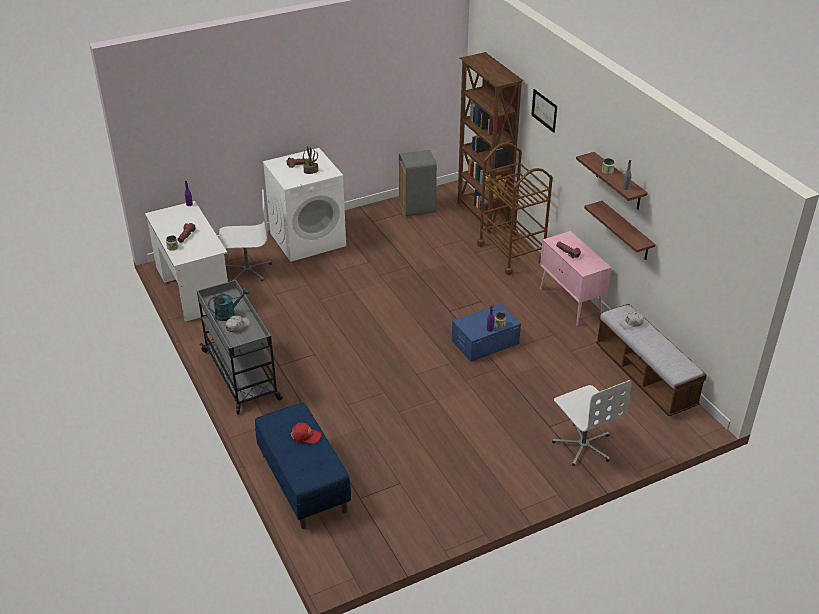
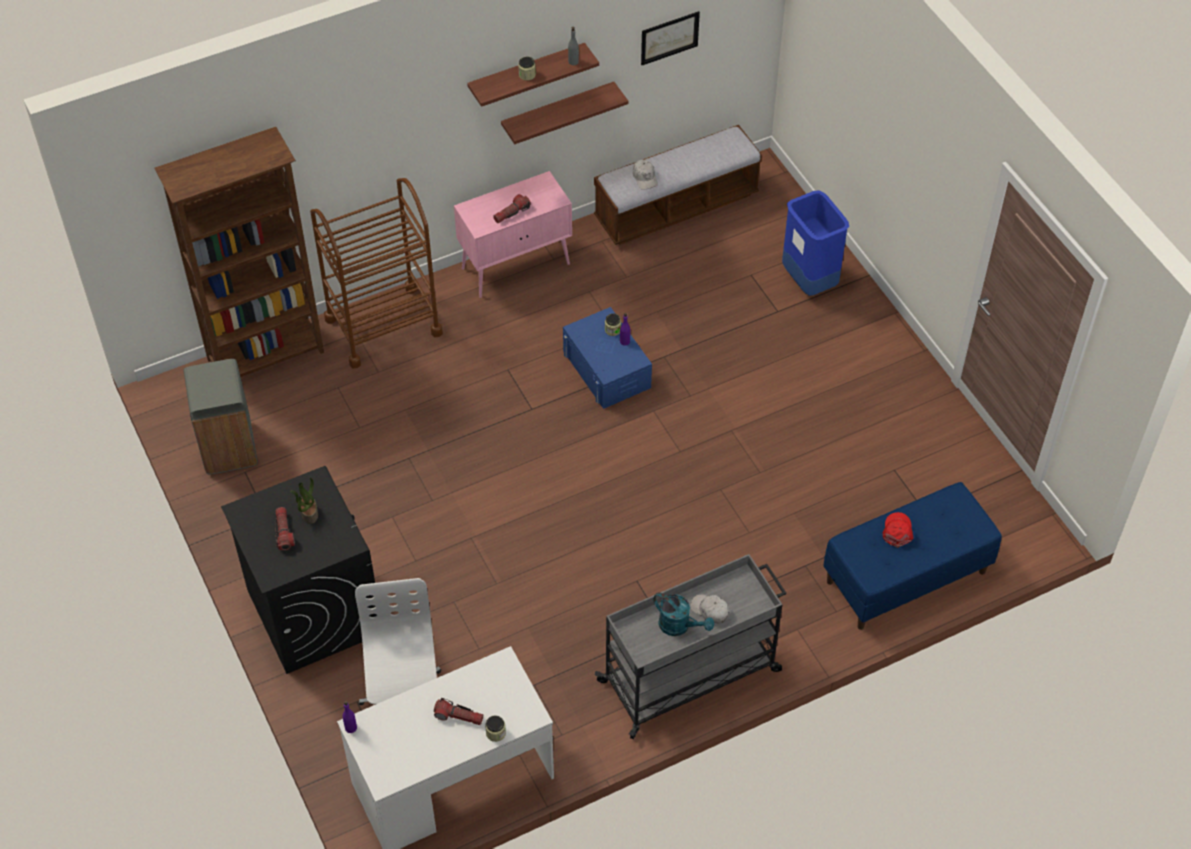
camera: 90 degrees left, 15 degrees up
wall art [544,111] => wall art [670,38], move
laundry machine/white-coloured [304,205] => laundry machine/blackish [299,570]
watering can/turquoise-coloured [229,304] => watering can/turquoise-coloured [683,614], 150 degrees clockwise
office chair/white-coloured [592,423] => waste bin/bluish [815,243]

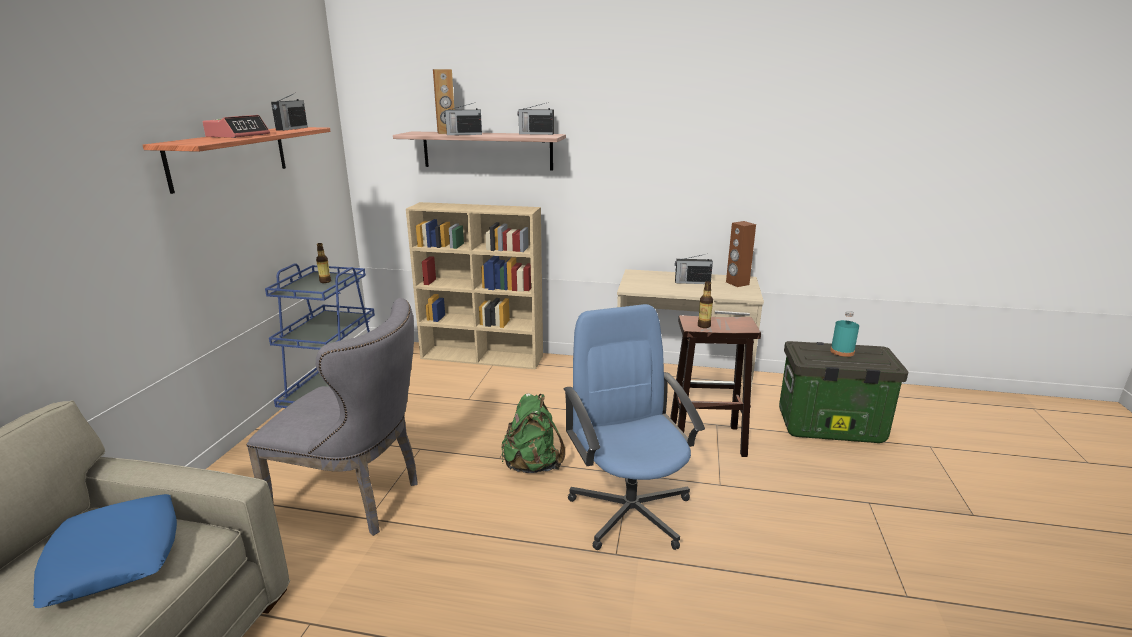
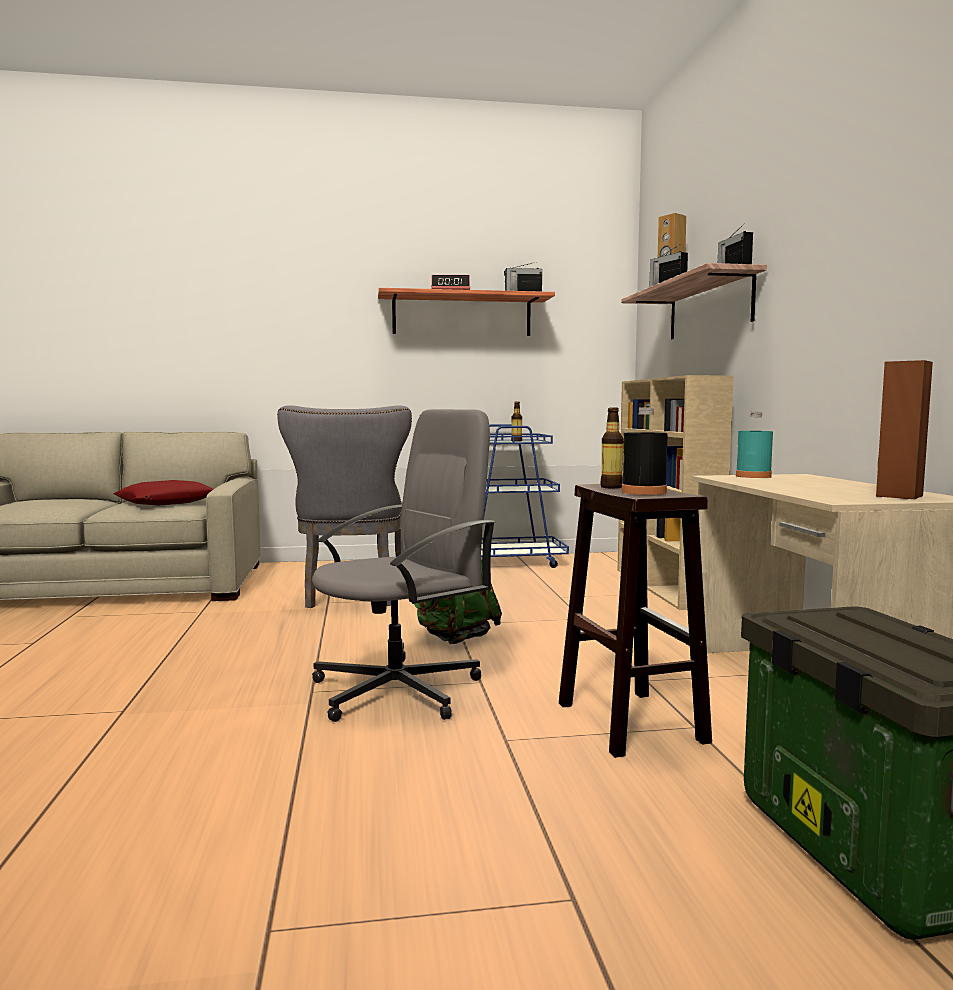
camera: 70 degrees right, 15 degrees down
radio [694,269] => nothing
office chair/bluish [634,427] => office chair/gray [404,565]
drink bottle/turquoise-coloured [844,334] => drink bottle/turquoise-coloured [754,445], move
pillow/bluish [105,551] => pillow/red-coloured [163,493]
nothing => drink bottle/blackish [645,451]

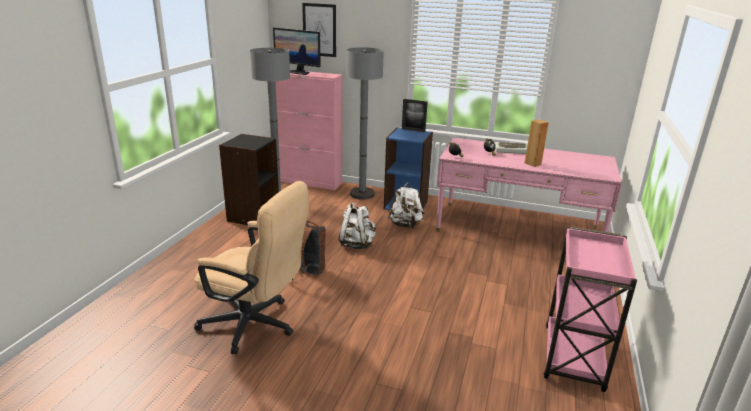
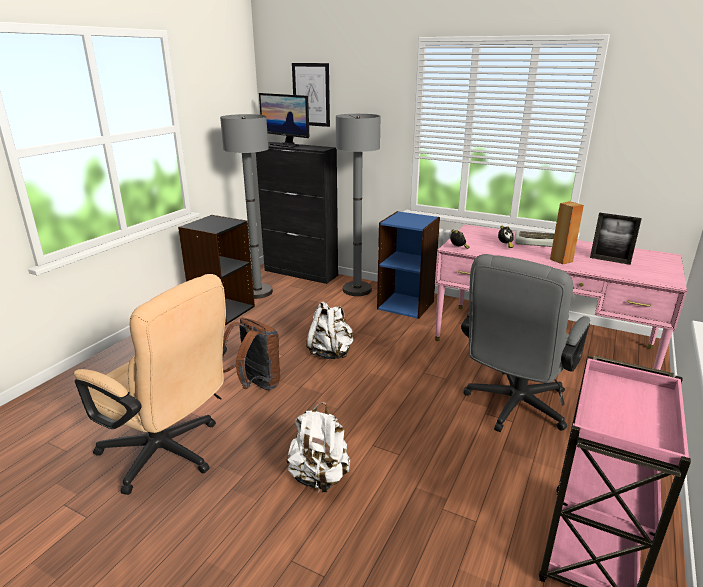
camera: 10 degrees right, 0 degrees up
cupboard/pink-coloured [309,130] => cupboard/blackish [297,213]
standing frame [415,115] => standing frame [616,239], move
knapsack/white-coloured [406,205] => knapsack/white-coloured [318,448], move
nothing => office chair/gray [525,343]

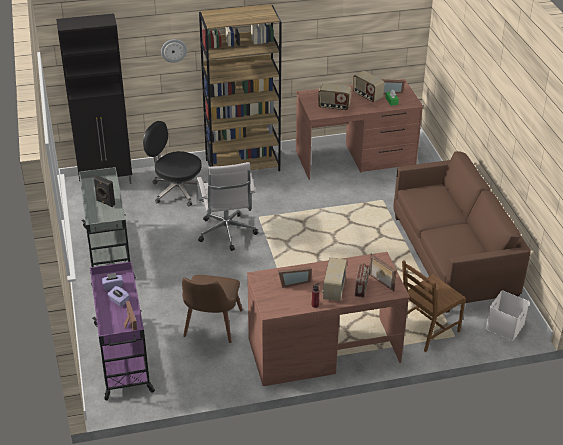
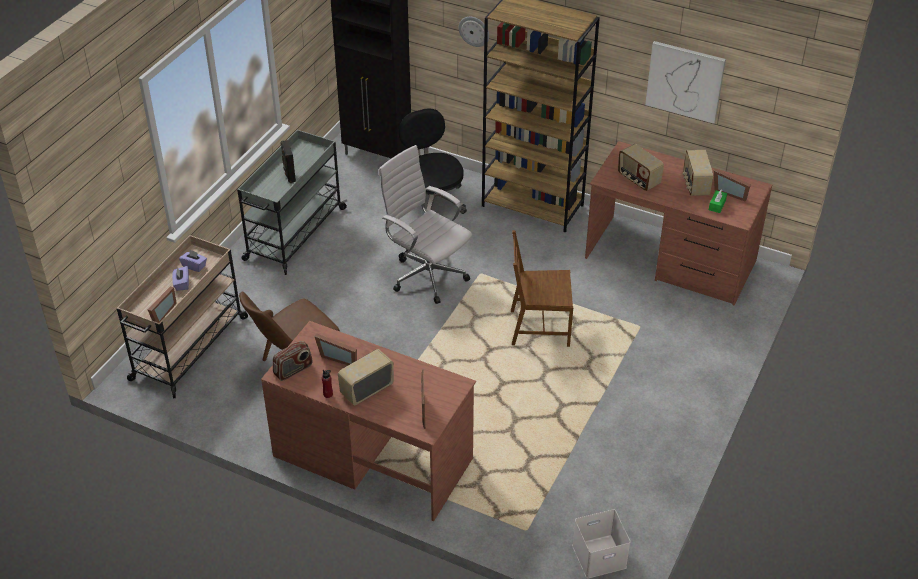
camera: 40 degrees right, 5 degrees up
couch/brownish [462,232] => nothing
office chair/white-coloured [227,206] => office chair/white-coloured [425,224], 105 degrees clockwise
plain chair/brownish [434,306] => plain chair/brownish [542,288], move
wheeled cart/purplish [122,331] => wheeled cart/beige-coloured [182,316]
radio [362,280] => radio [293,361], move
nothing => wall art [685,82]

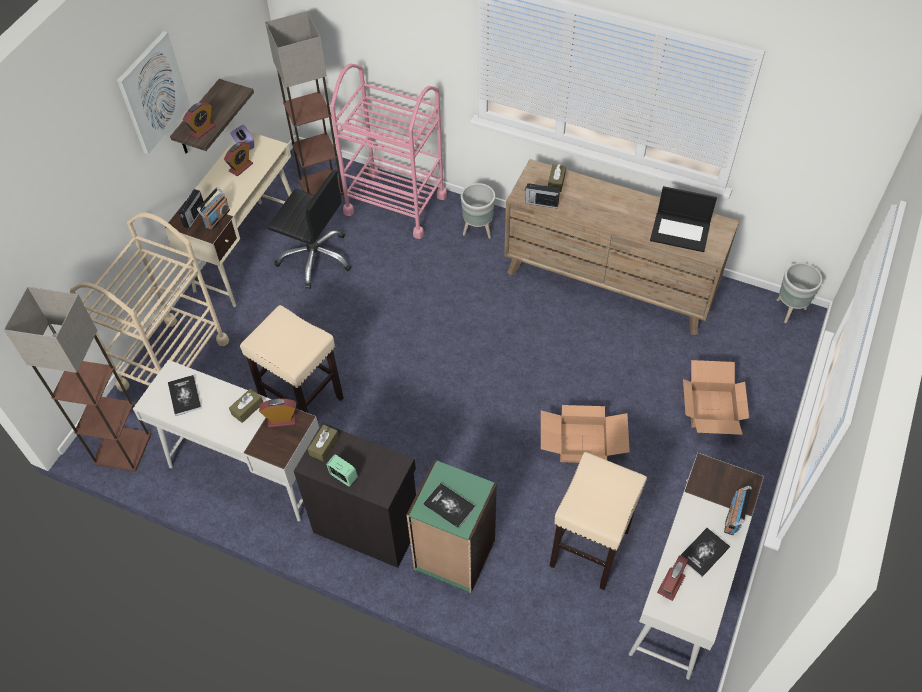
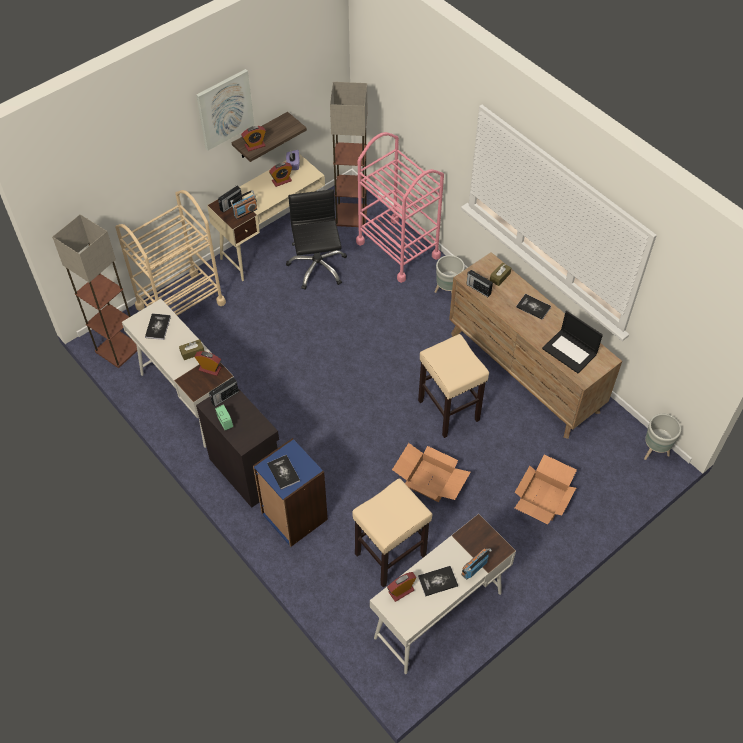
camera: 25 degrees right, 0 degrees up
office chair/blackish [309,229] => office chair/blackish [316,239], 150 degrees counterclockwise
stool/beige-coloured [292,359] => stool/beige-coloured [453,386], move
box of tissues/brownish [323,443] => radio [224,391]
shelving unit/green [451,526] => shelving unit/bluish [290,492]
nothing => book [533,307]

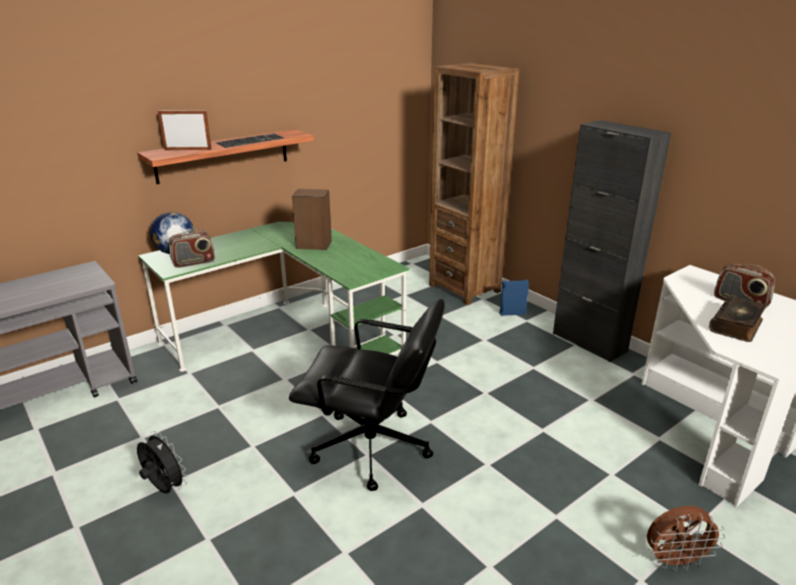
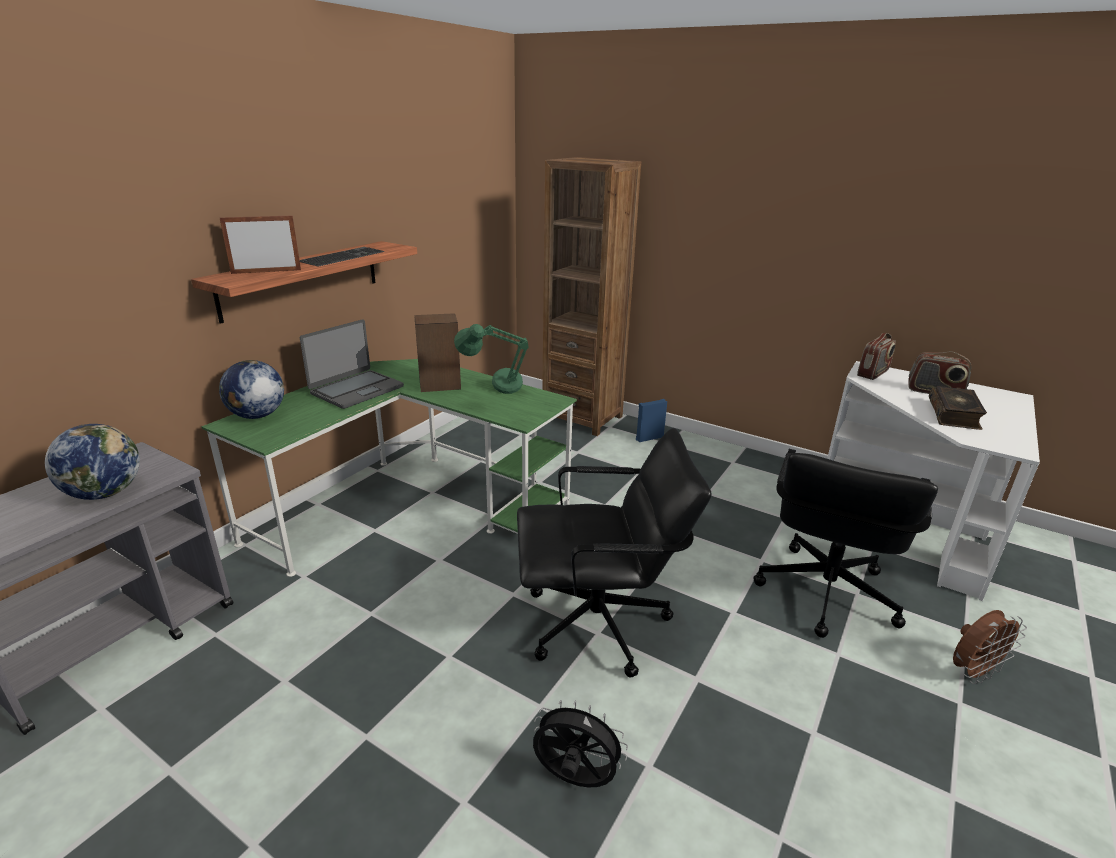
camera: 20 degrees left, 0 degrees up
cupboard/blackish [612,241] => nothing
radio [192,248] => radio [876,356], move
cooling fan/blackish [162,462] => cooling fan/blackish [580,744], move
nothing => notebook computer [352,364]
nothing => tabletop lamp/green [491,359]
nothing => world globe [92,462]
nothing => office chair/blackish [846,543]

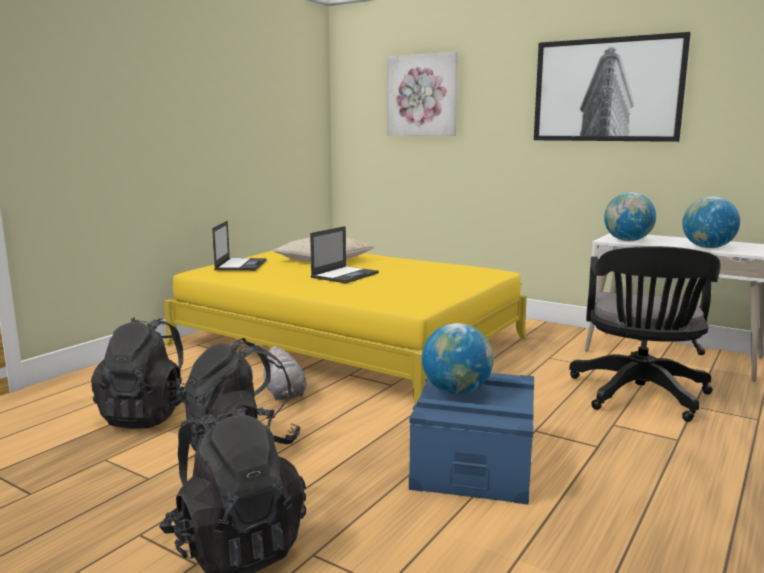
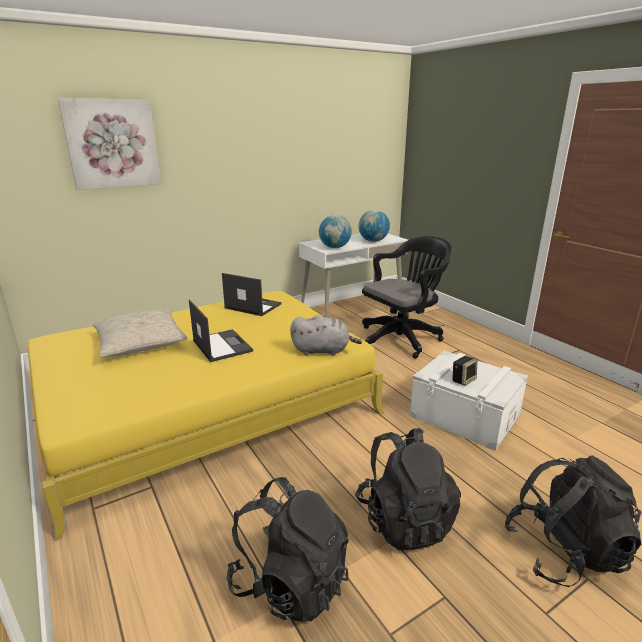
camera: 65 degrees left, 10 degrees up
wall art [612,87] => nothing
notebook computer [239,246] => notebook computer [252,294], move
office chair/blackish [644,334] => office chair/blackish [406,297], 75 degrees counterclockwise
world globe [457,359] => audio speaker [465,371]
plush toy/gray [285,373] => plush toy/gray [326,335], move
storage container/bluish [471,439] => storage container/white-coloured [468,401]

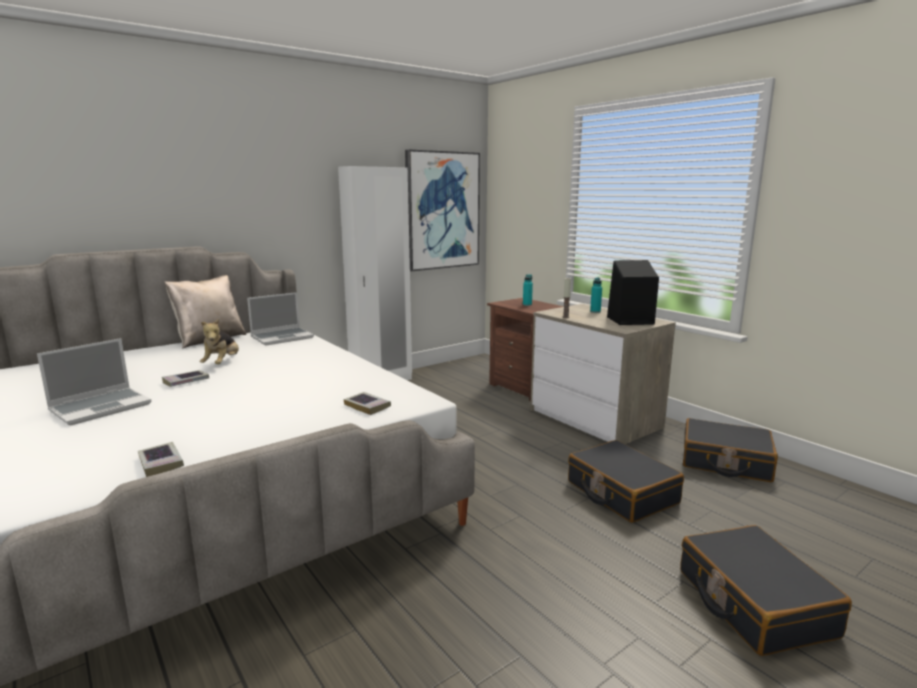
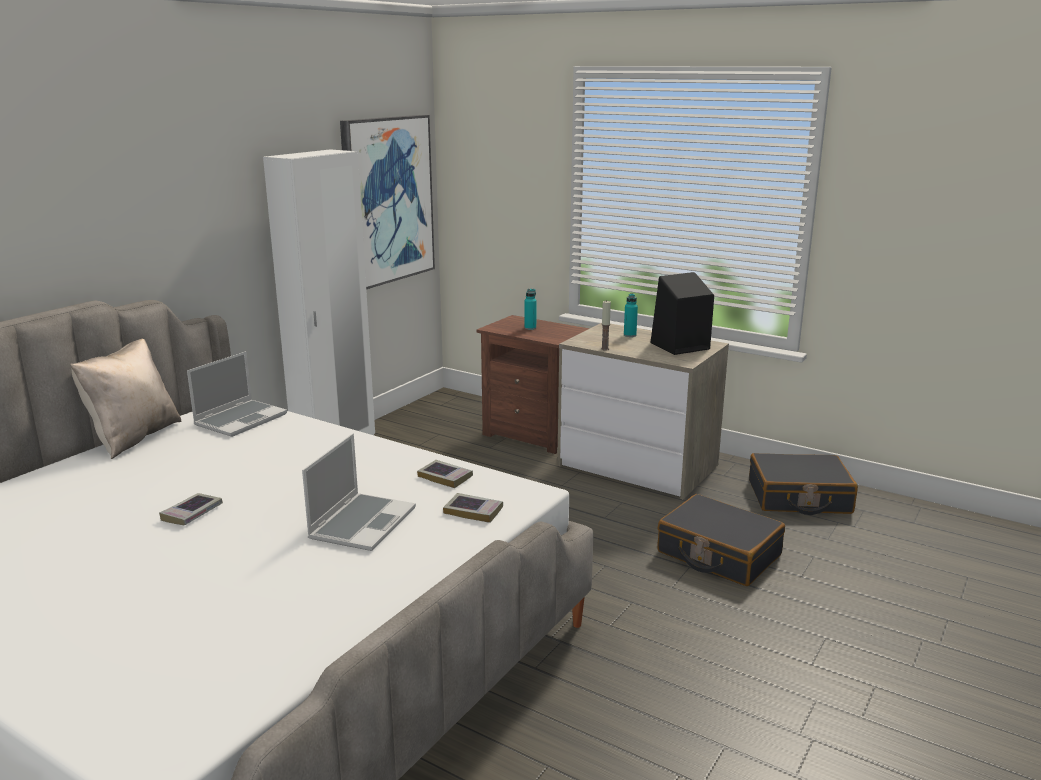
camera: 20 degrees left, 5 degrees up
plush toy [219,341] => nothing
notebook computer [94,381] => notebook computer [359,492], move
book [161,459] => book [445,474], move
travel case/blackish [766,590] => nothing

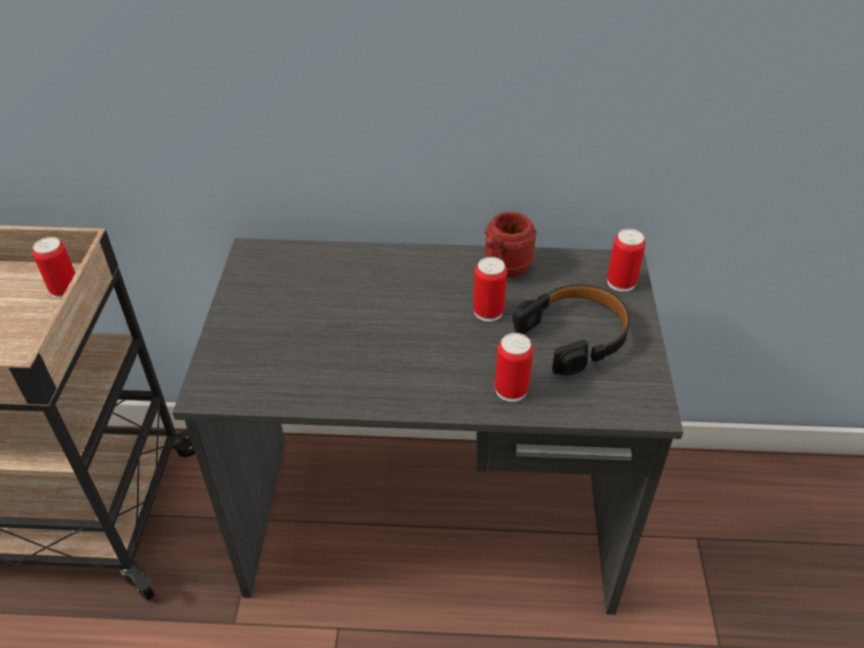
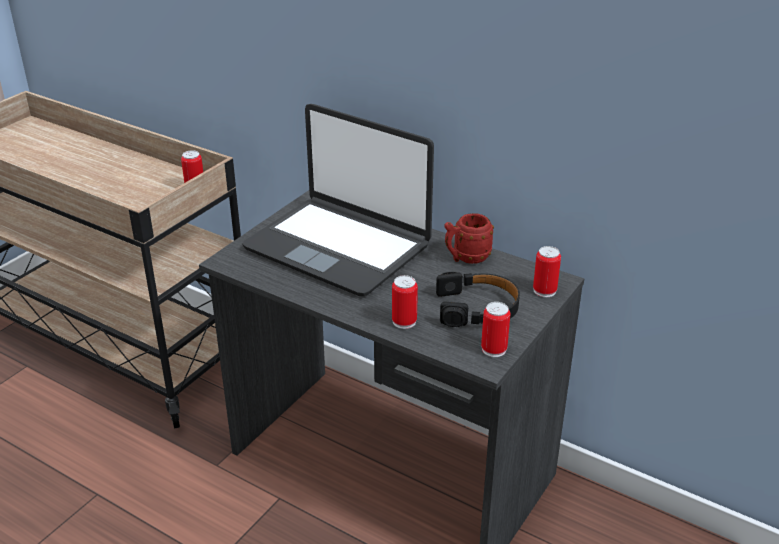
camera: 30 degrees right, 10 degrees down
sealed can [490,289] => sealed can [495,329], move
nothing => notebook computer [338,200]

